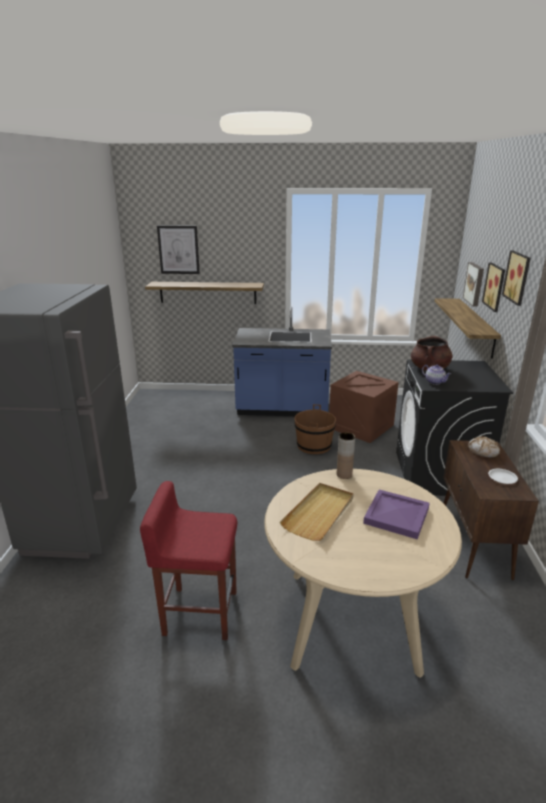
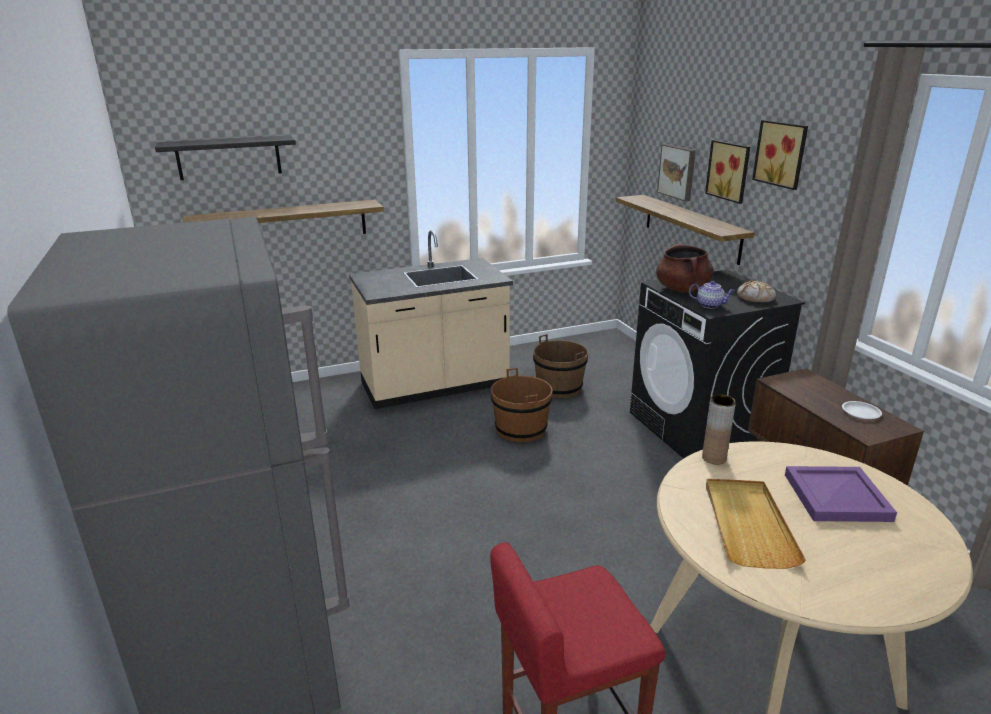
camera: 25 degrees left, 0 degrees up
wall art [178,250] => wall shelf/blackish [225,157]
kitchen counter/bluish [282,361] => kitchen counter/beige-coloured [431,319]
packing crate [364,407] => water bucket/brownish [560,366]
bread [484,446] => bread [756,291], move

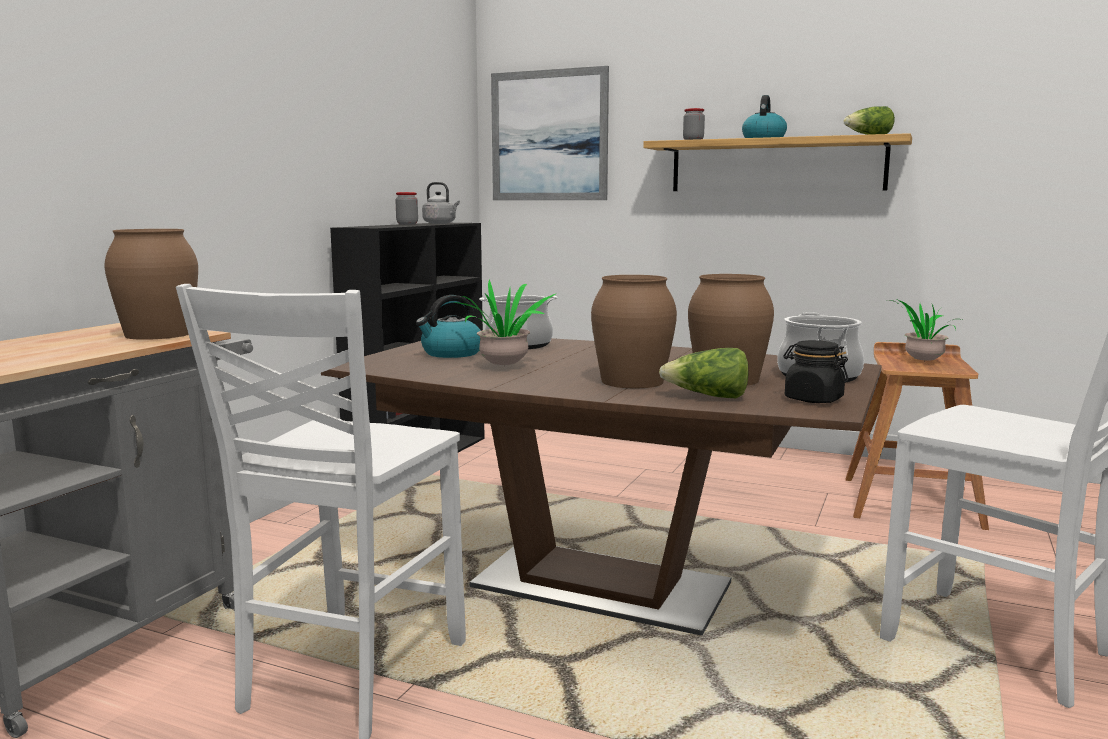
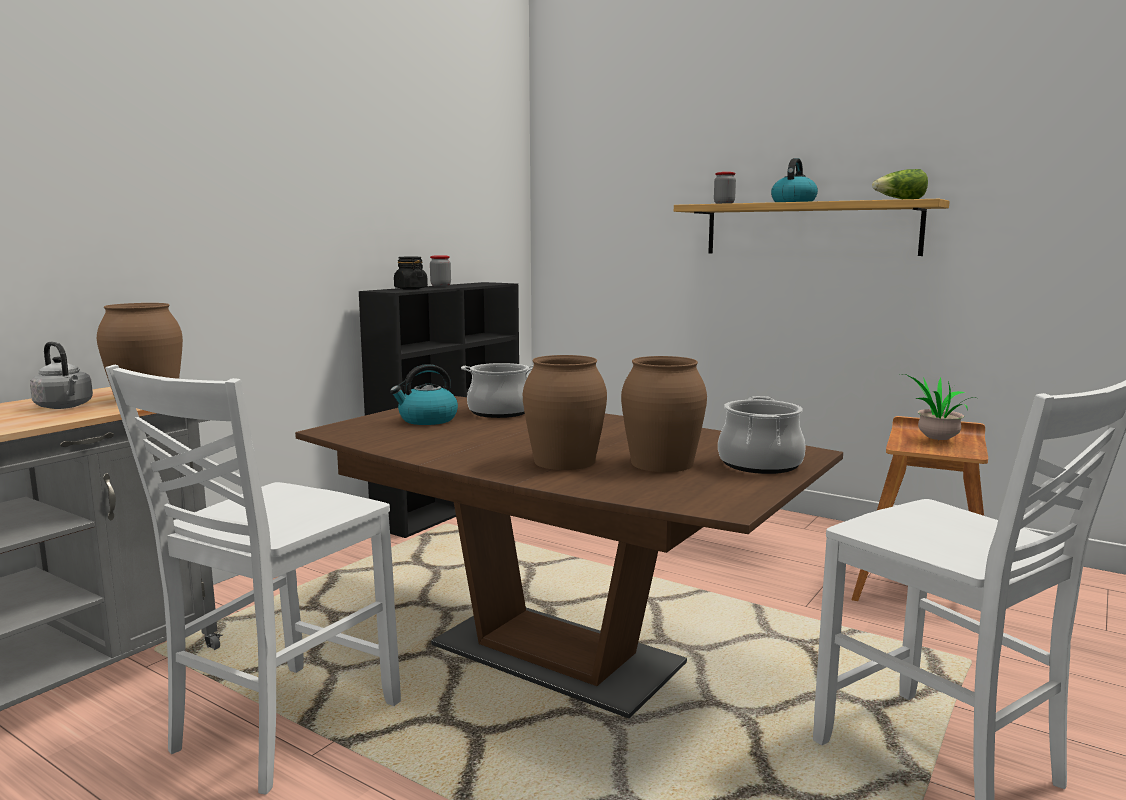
camera: 10 degrees right, 0 degrees up
wall art [550,133] => nothing
water kettle/gray [441,203] => water kettle/gray [61,375], move
plant in a pot [505,322] => nothing
storage jar/blackish [816,371] => storage jar/blackish [411,273], move
lettuce head [704,373] => nothing

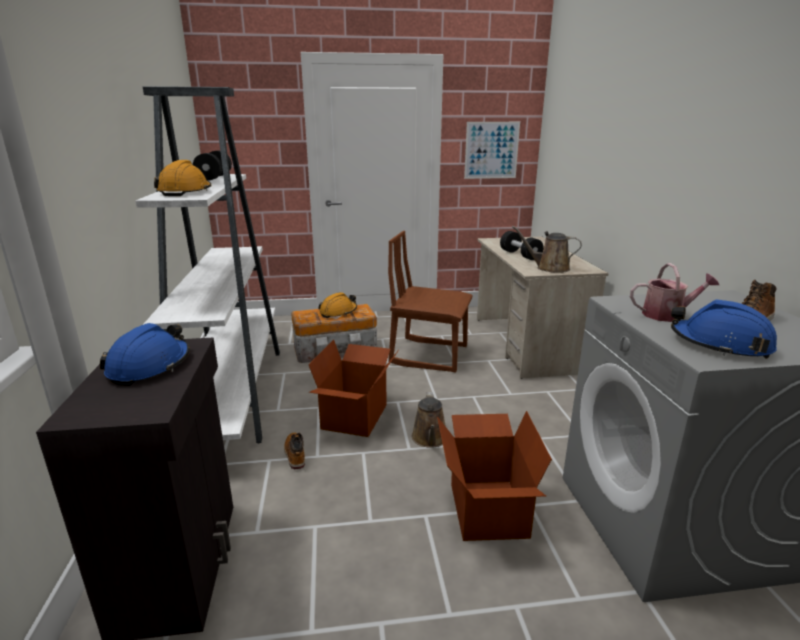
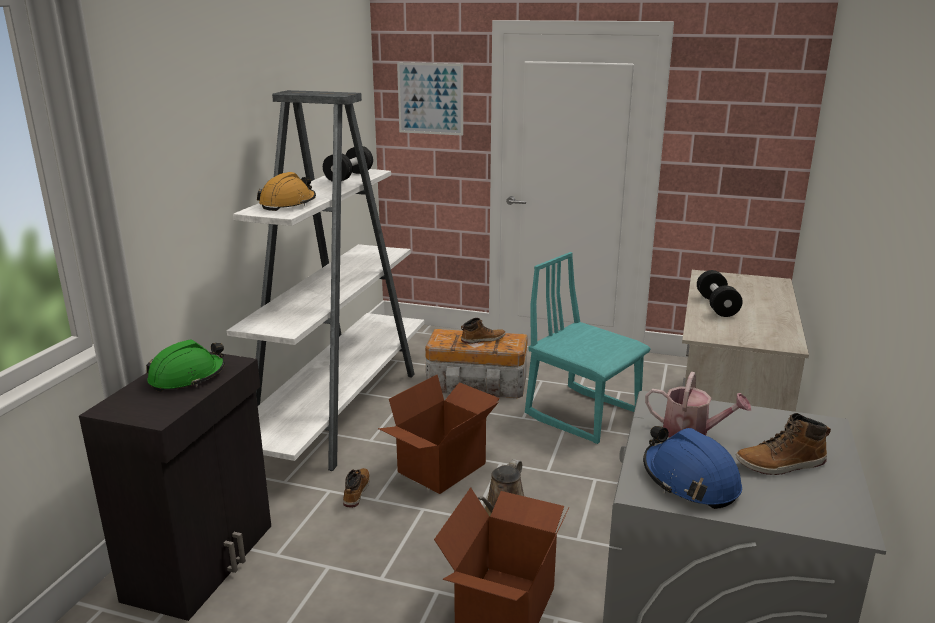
camera: 25 degrees right, 0 degrees up
wall art [492,150] => wall art [430,99], move
watering can/brownish [547,249] => nothing
plain chair/brownish [430,302] => plain chair/turquoise-coloured [588,348]
hard hat/orangey [337,305] => high-top boot [483,331]
hard hat/bluish [145,354] => hard hat/green [185,366]

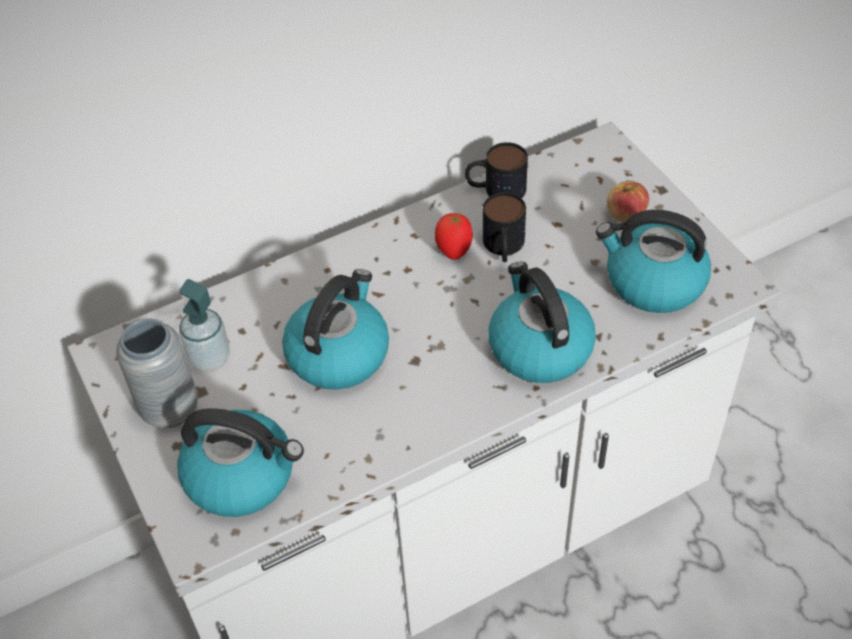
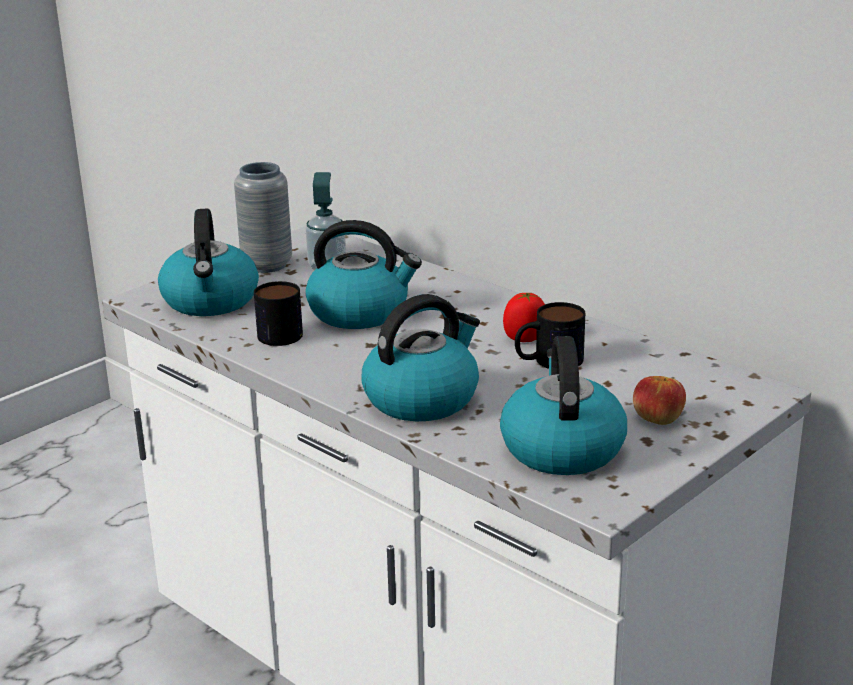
camera: 70 degrees right, 25 degrees down
mug [496,170] => mug [278,313], move

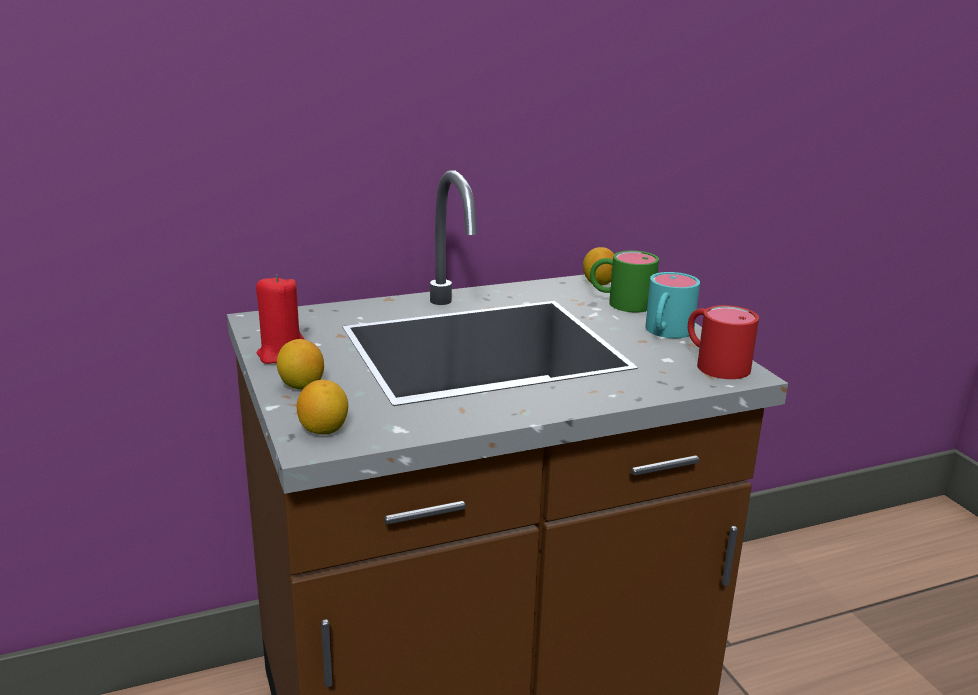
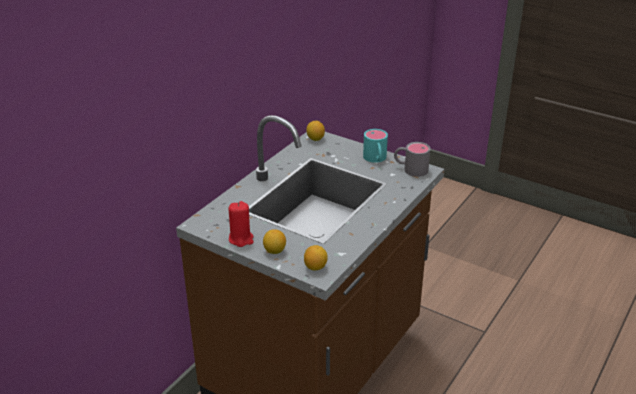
camera: 35 degrees left, 10 degrees up
mug/green [624,282] => nothing
mug/red-coloured [723,342] => mug/gray [412,159]

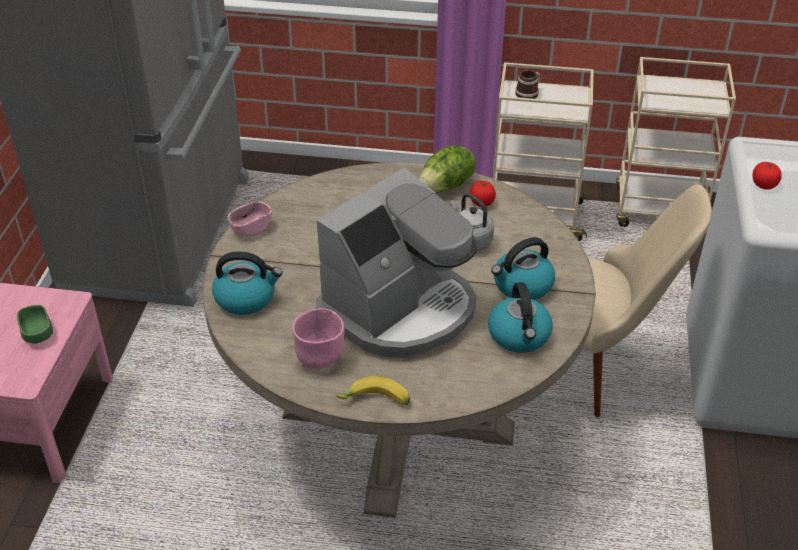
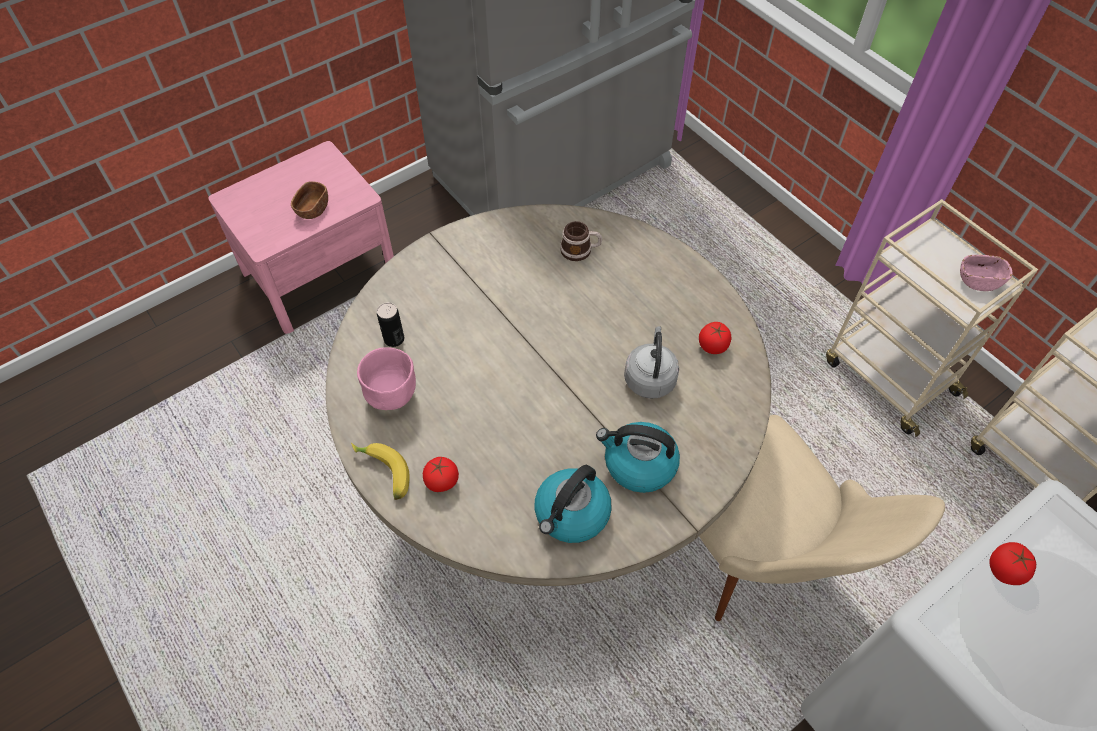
camera: 45 degrees right, 15 degrees up
mug [527,85] => mug [581,241], move
lettuce head [447,169] => nothing
coffee machine [396,263] => nothing
serving bowl/pink-coloured [250,219] => serving bowl/pink-coloured [986,273], move
water kettle [247,283] => nothing
serving bowl/green [35,324] => serving bowl/brownish [309,200]
nothing => sealed can [390,324]
nothing => tomato [441,474]

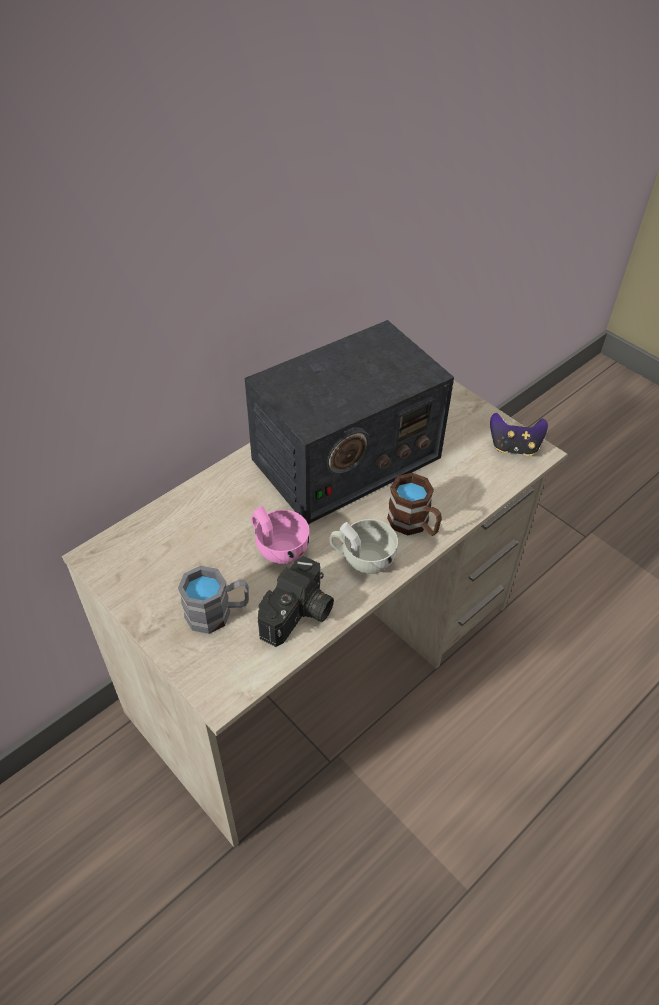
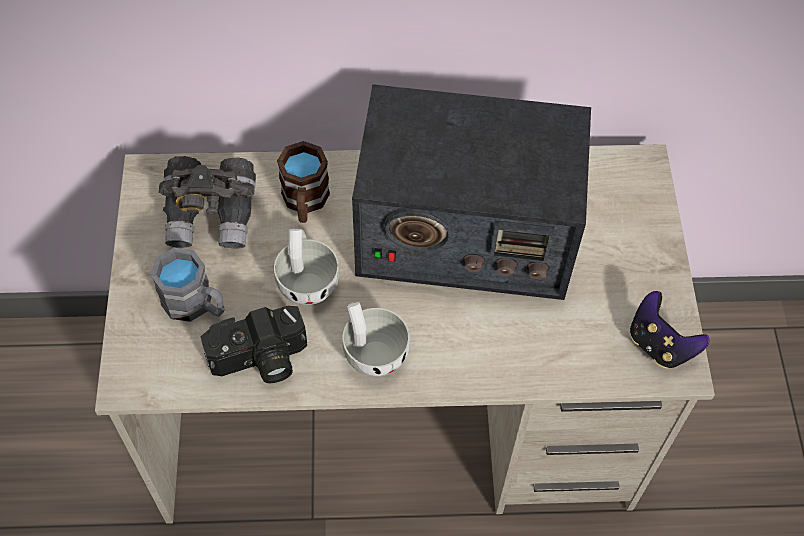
camera: 40 degrees right, 10 degrees up
mug/brownish [414,504] => mug/brownish [303,182], move
small cup/pink-coloured [280,535] => small cup/white-coloured [307,267]
nothing => binoculars/gray [207,202]

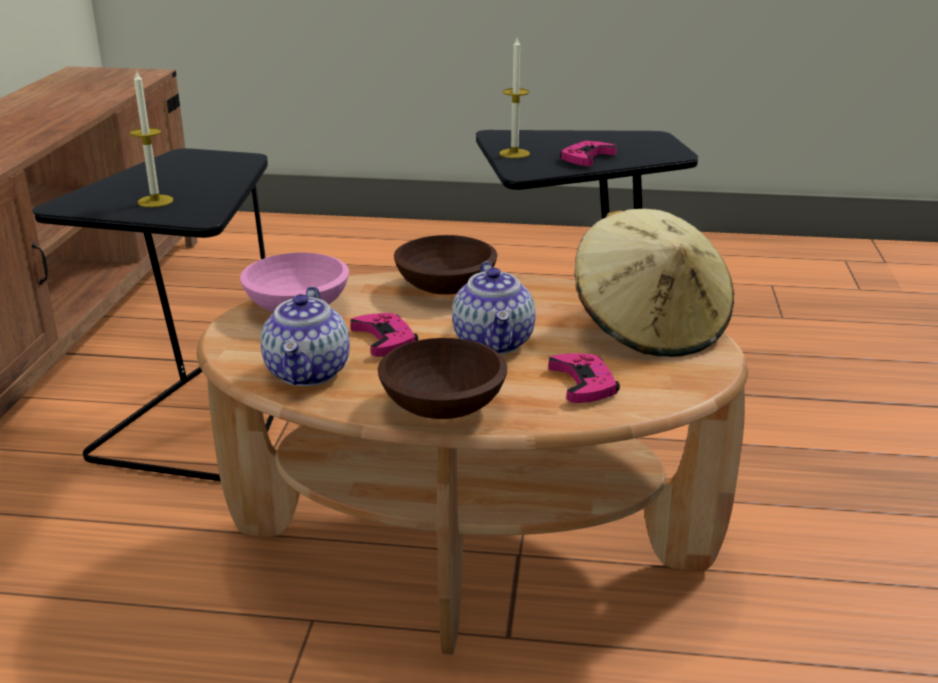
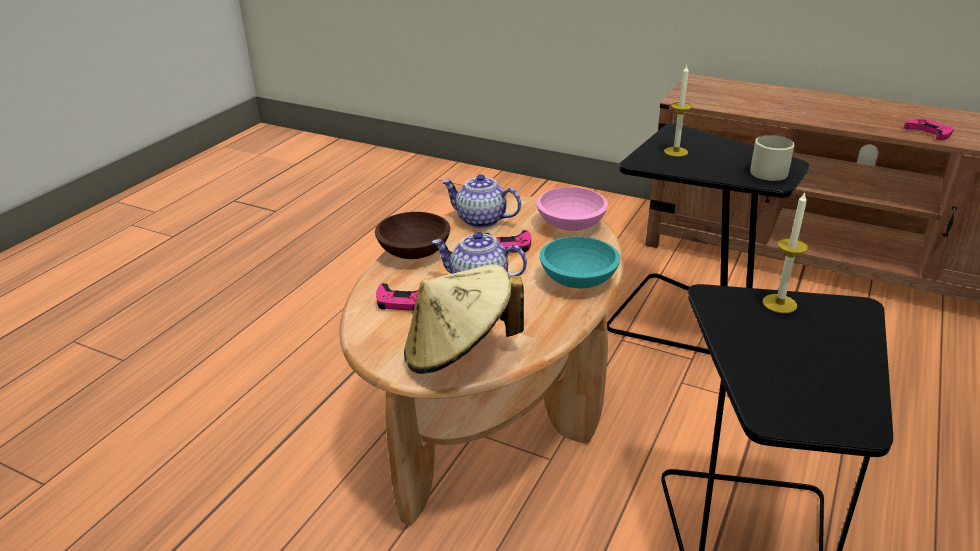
camera: 110 degrees right, 5 degrees up
joypad/pink-coloured [588,153] => joypad/pink-coloured [928,129], move
serving bowl/brownish [445,265] => serving bowl/turquoise-coloured [580,262]
nothing => mug/beige-coloured [772,158]

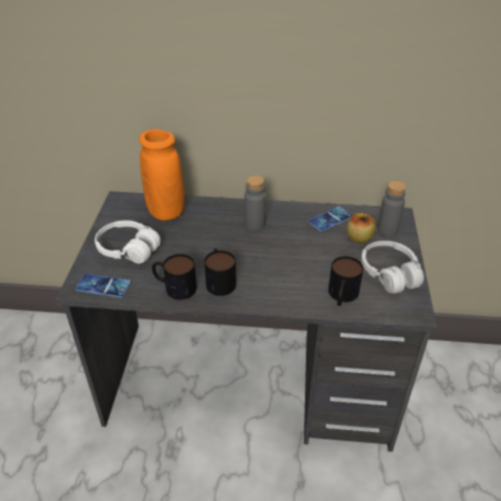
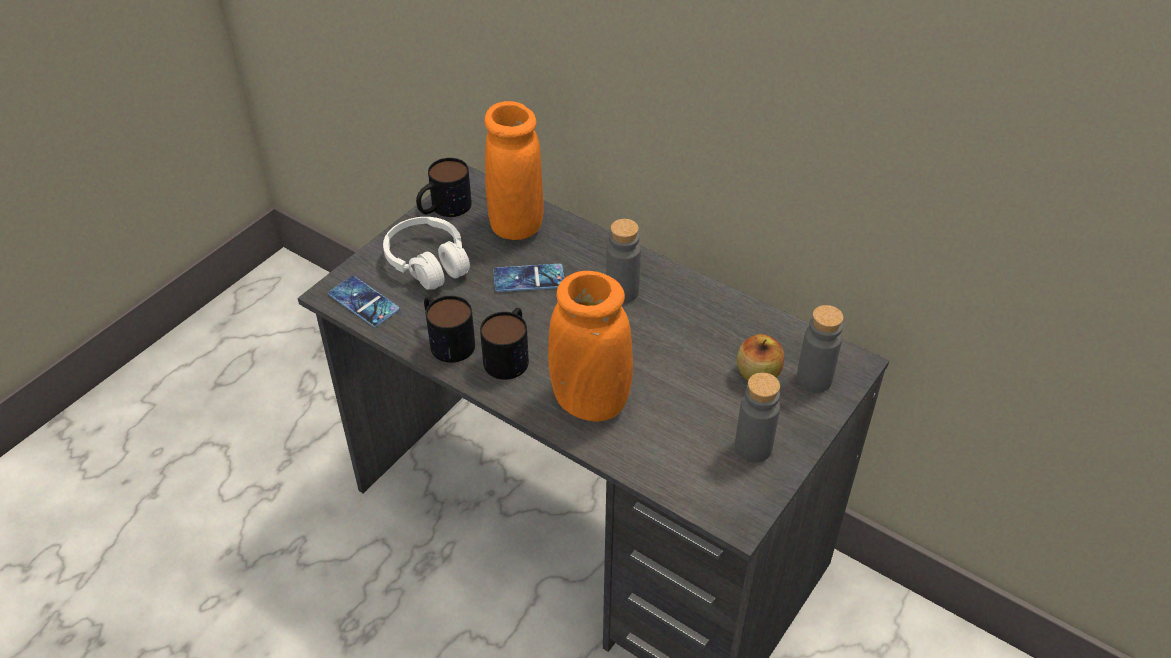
camera: 30 degrees right, 5 degrees up
handset [330,219] => handset [529,278], move
headset/white-coloured [392,267] => drink bottle/gray [757,418]
mug [345,281] => mug [444,187], move
nothing => decorative vase/orangey [590,346]

